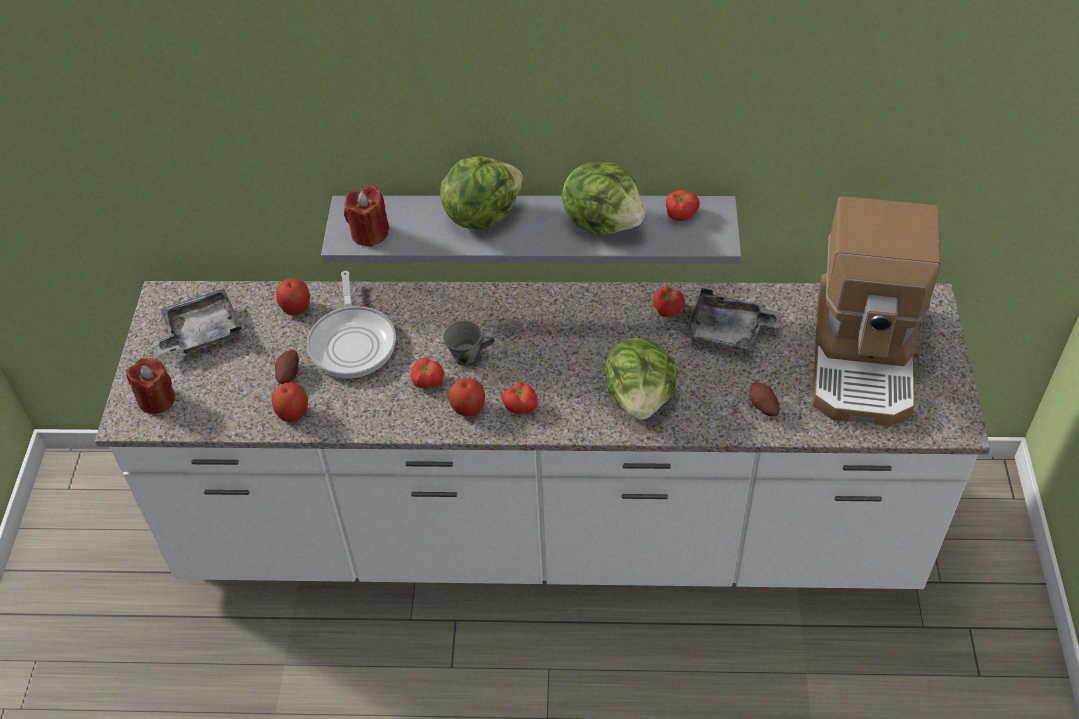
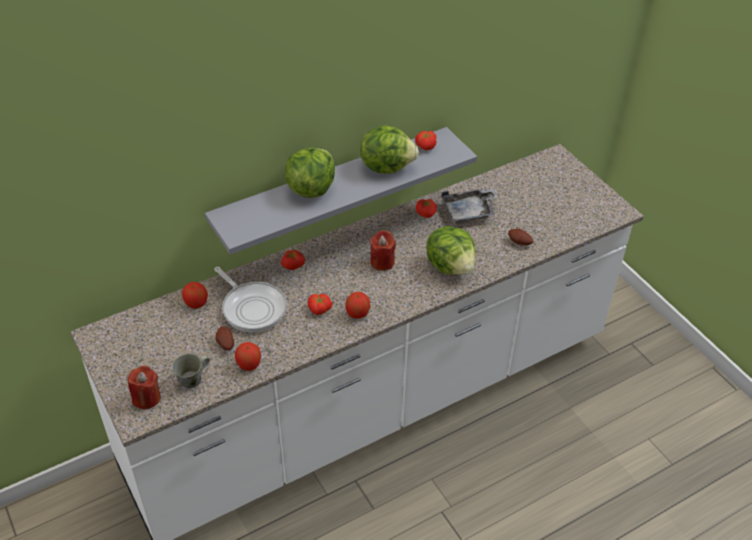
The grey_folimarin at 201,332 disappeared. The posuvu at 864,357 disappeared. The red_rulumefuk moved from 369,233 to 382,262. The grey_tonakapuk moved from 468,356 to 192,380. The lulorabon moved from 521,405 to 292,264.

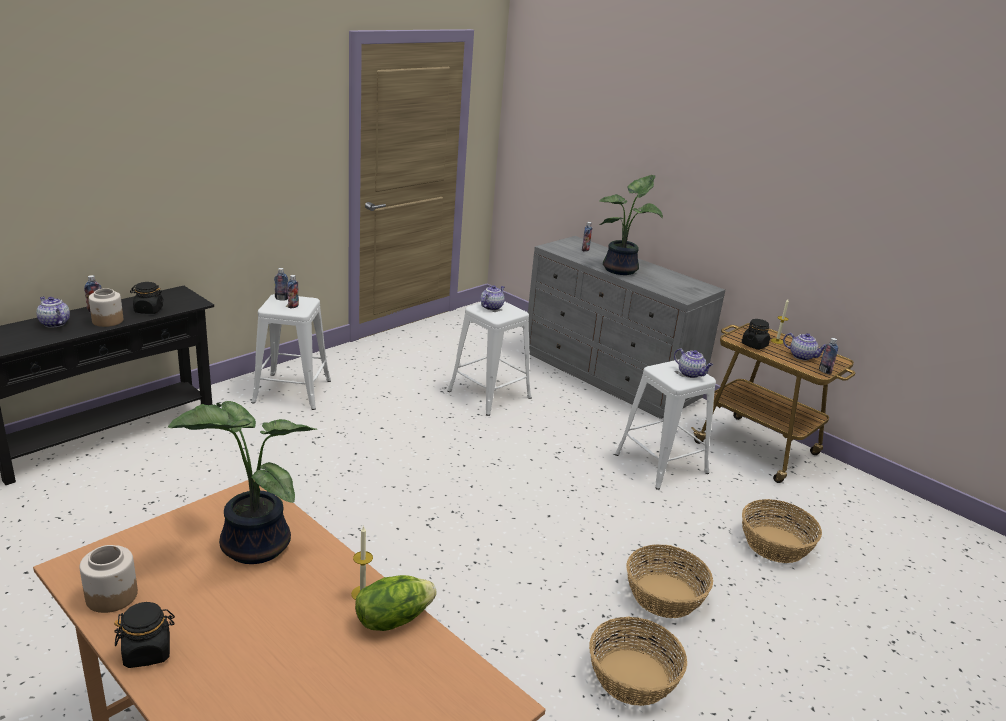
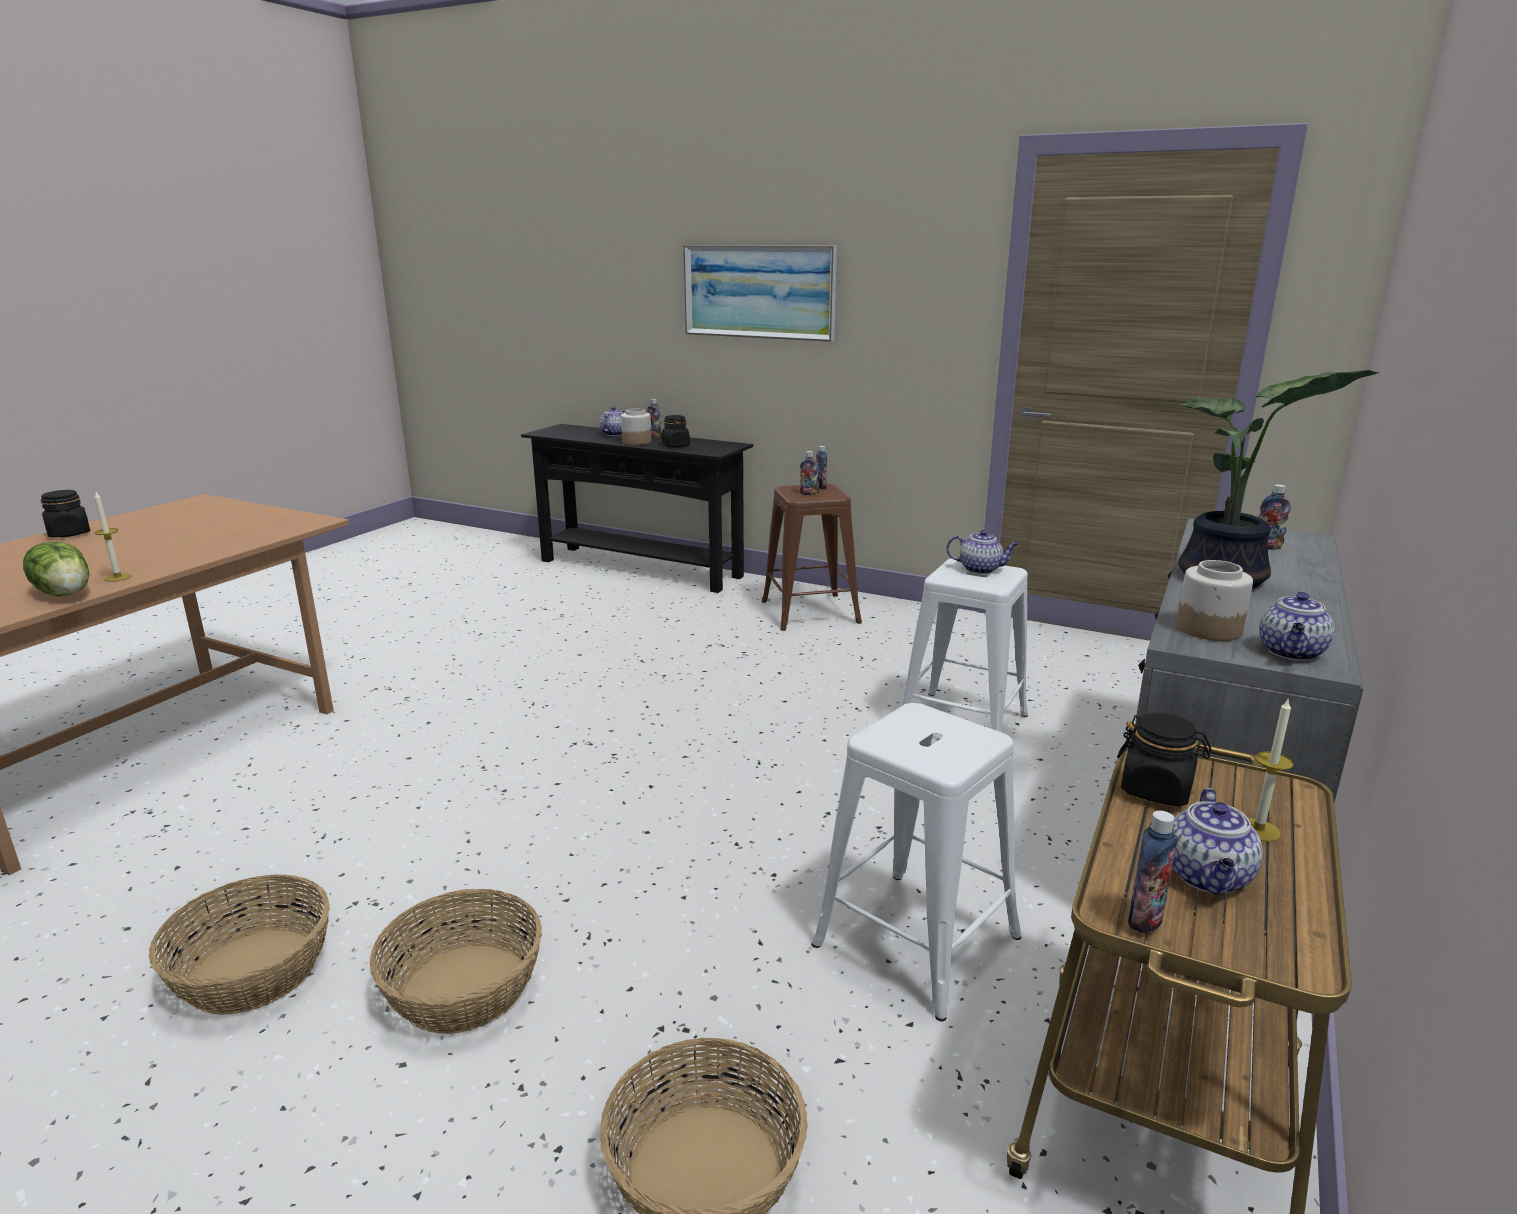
The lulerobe at 251,545 disappeared. The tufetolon at 759,291 appeared. The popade moved from 112,595 to 1209,629. The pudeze moved from 691,374 to 1291,653. The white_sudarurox at 292,391 became the brown_sudarurox at 809,611.

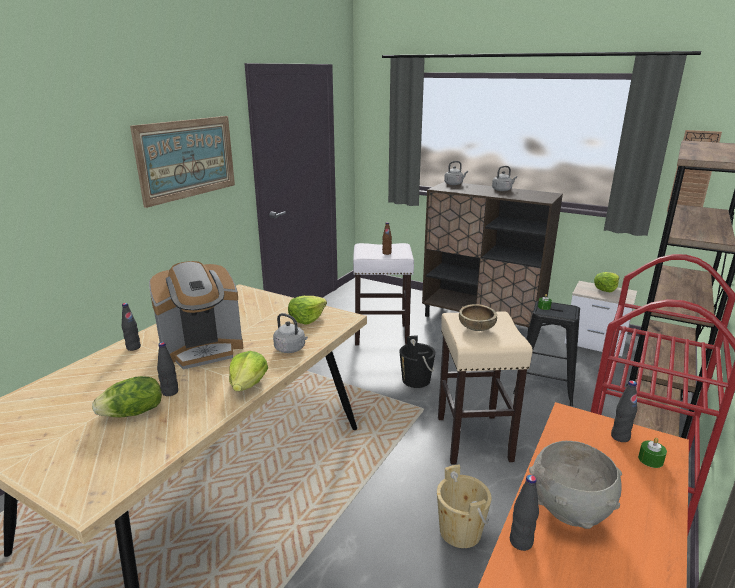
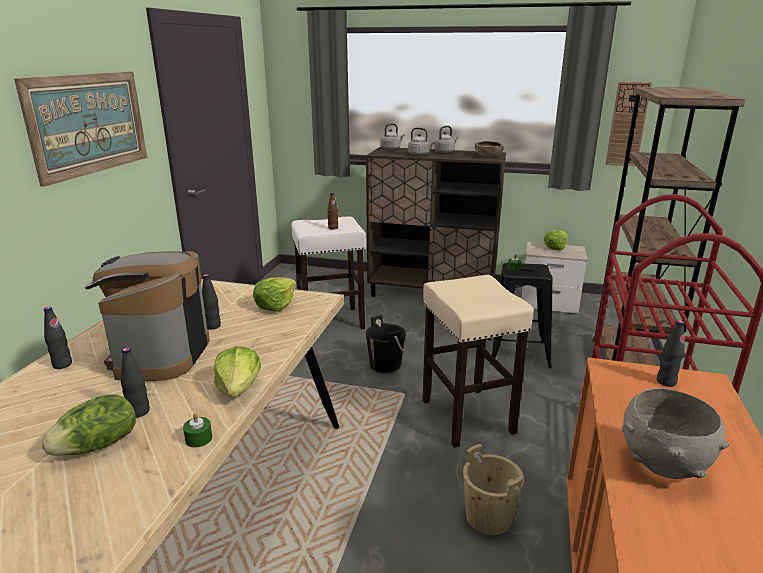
The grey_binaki moved from 291,349 to 420,155. The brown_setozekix moved from 476,327 to 488,156. The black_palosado moved from 521,542 to 212,326. The green_rulumefuk moved from 650,460 to 198,439. The posuvu at 202,349 turned 135 degrees clockwise.

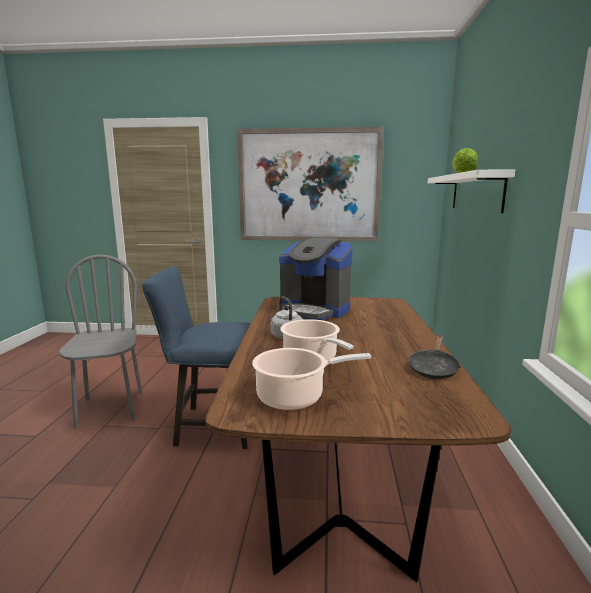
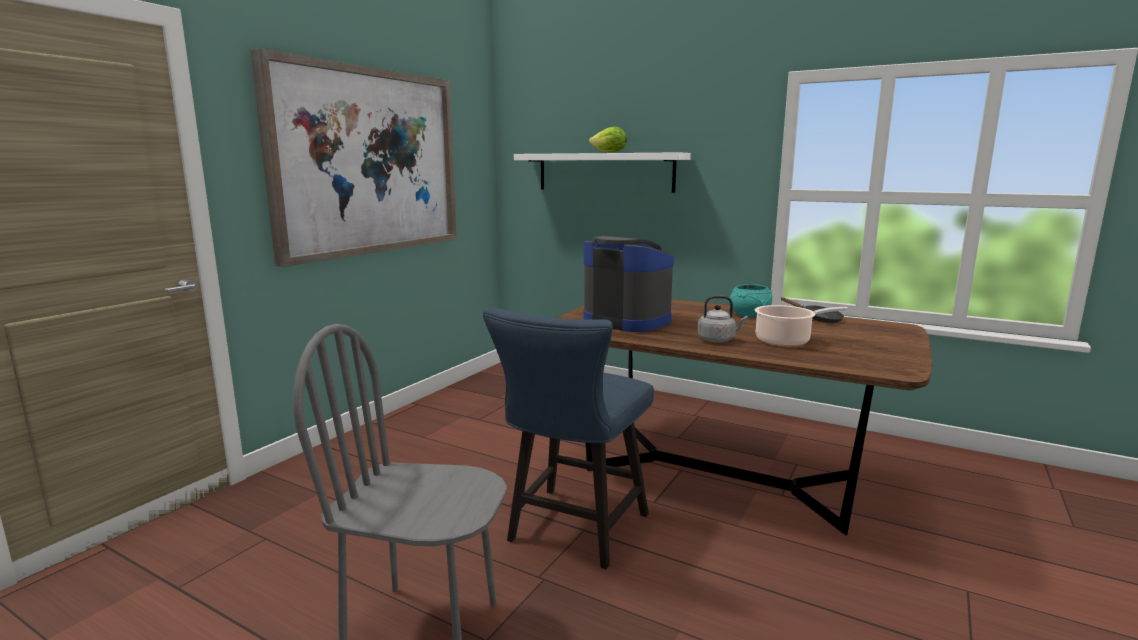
The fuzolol at 295,397 disappeared. The turquoise_setozekix at 750,315 appeared. The posuvu at 314,310 turned 105 degrees counterclockwise.

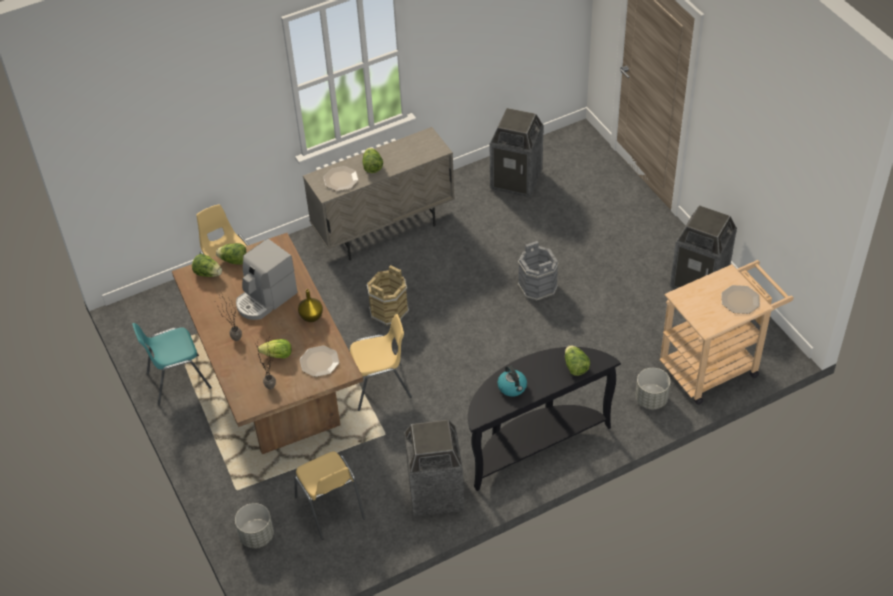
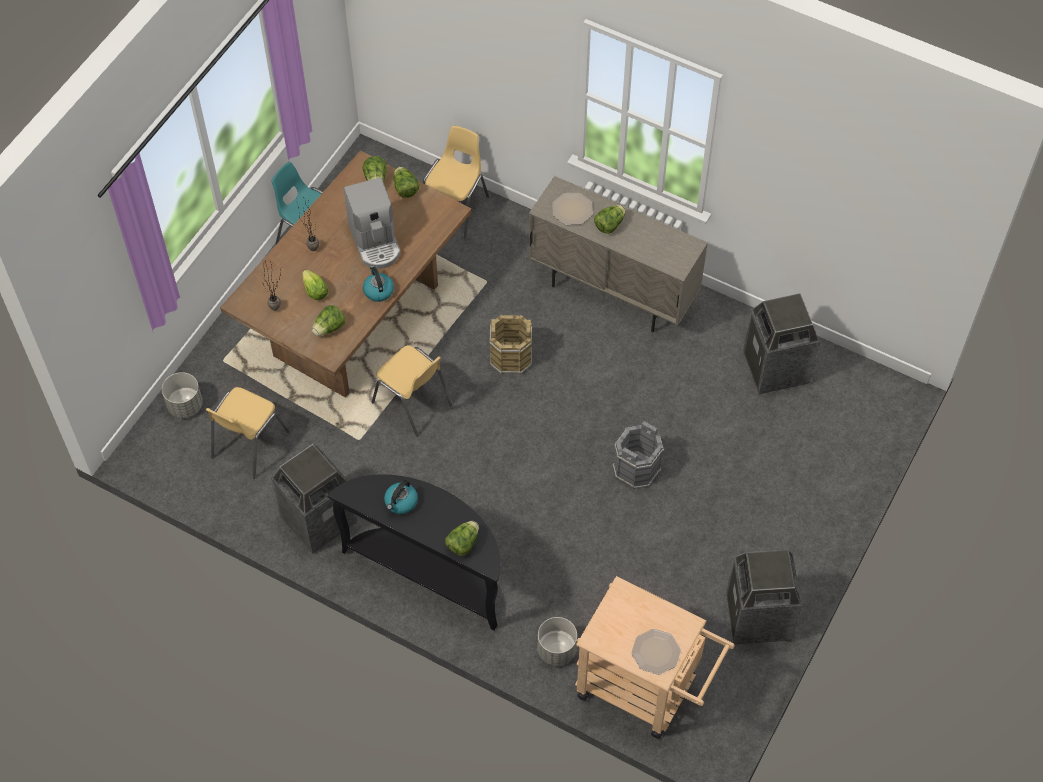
The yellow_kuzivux at 311,317 was replaced by the binaki at 378,290. The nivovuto at 319,361 was replaced by the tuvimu at 329,328. The posuvu at 265,299 turned 120 degrees counterclockwise.

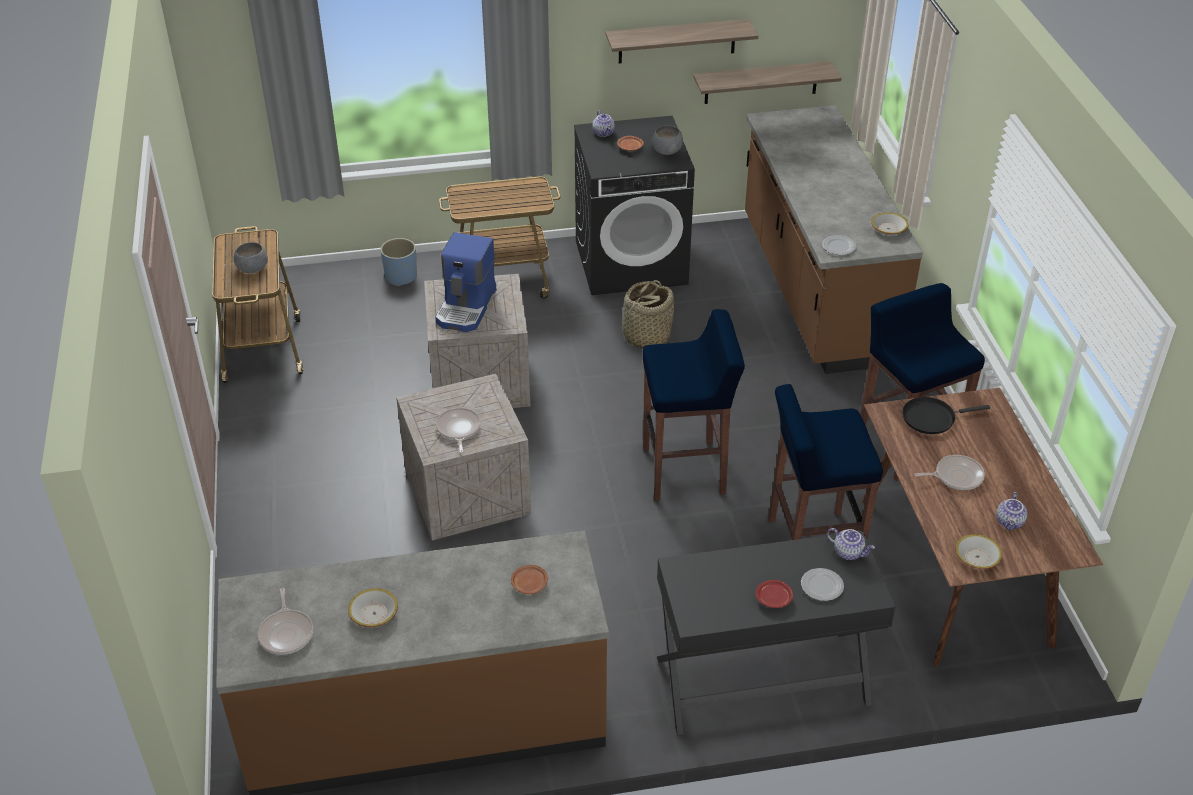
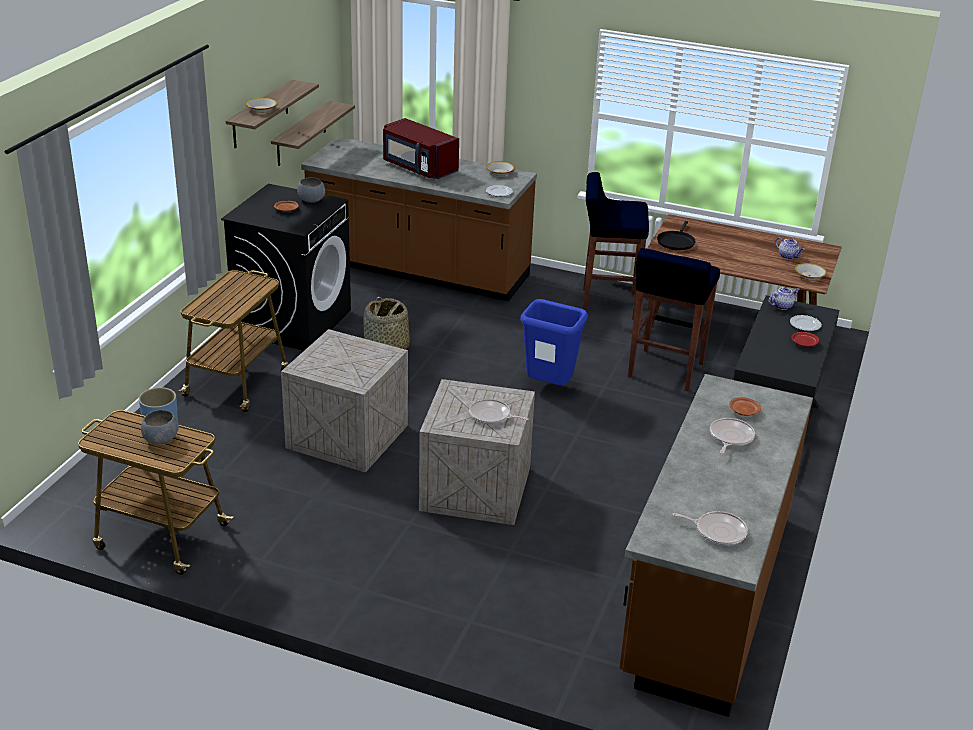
The posuvu at 467,307 disappeared. The pudeze at 604,133 disappeared. The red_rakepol at 418,168 appeared. The setozekix moved from 374,614 to 262,109. The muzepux moved from 956,476 to 730,437. The blue_sudarurox at 685,471 was replaced by the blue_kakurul at 549,388.

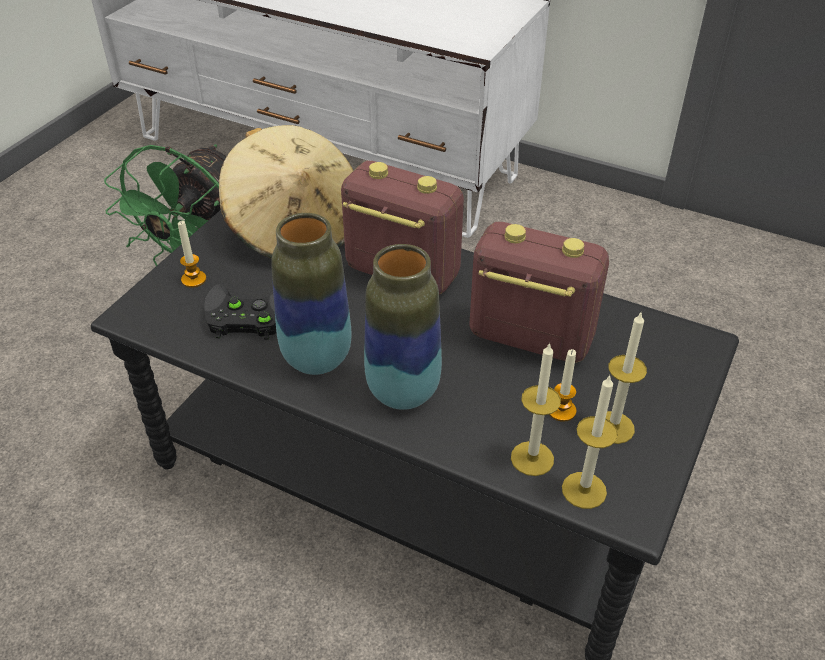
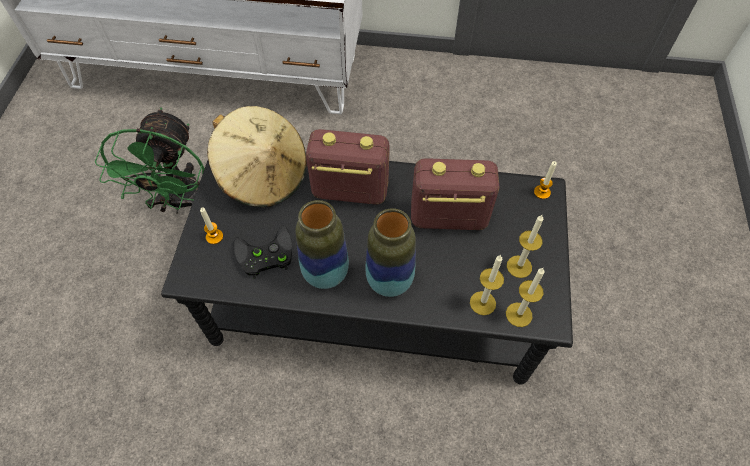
The rulumefuk moved from 561,410 to 542,192.

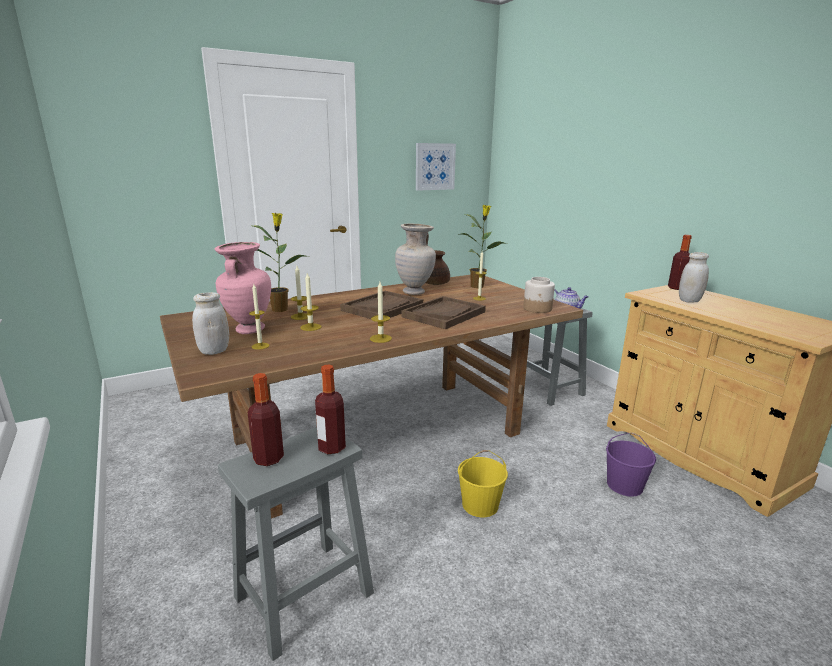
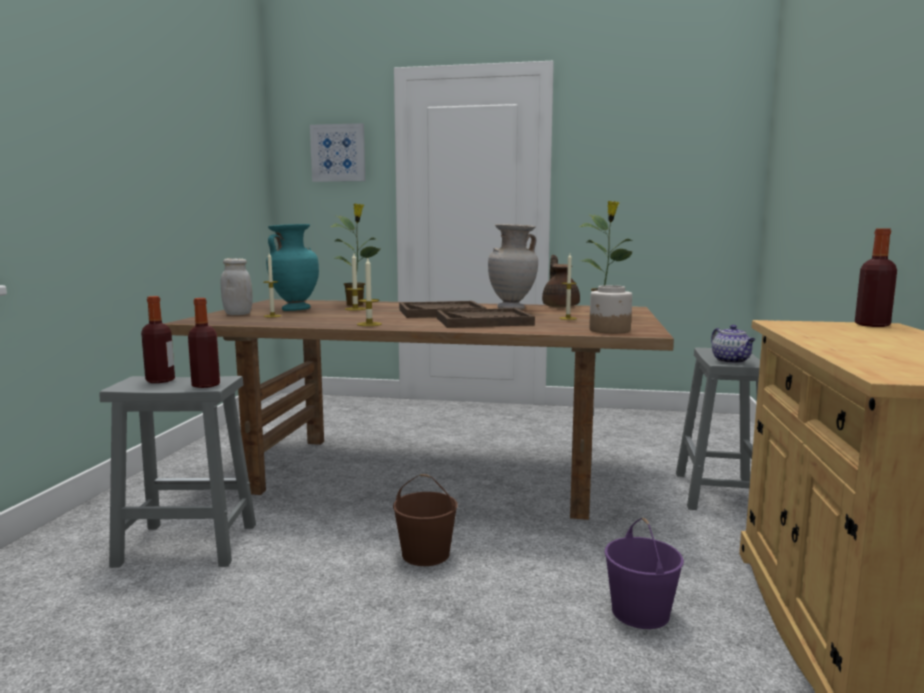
The rulumefuk at 310,327 disappeared. The white_popade at 689,300 disappeared. The tufetolon moved from 434,166 to 338,153. The pink_kuzivux at 249,330 became the turquoise_kuzivux at 295,309. The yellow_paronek at 480,504 became the brown_paronek at 426,554.

